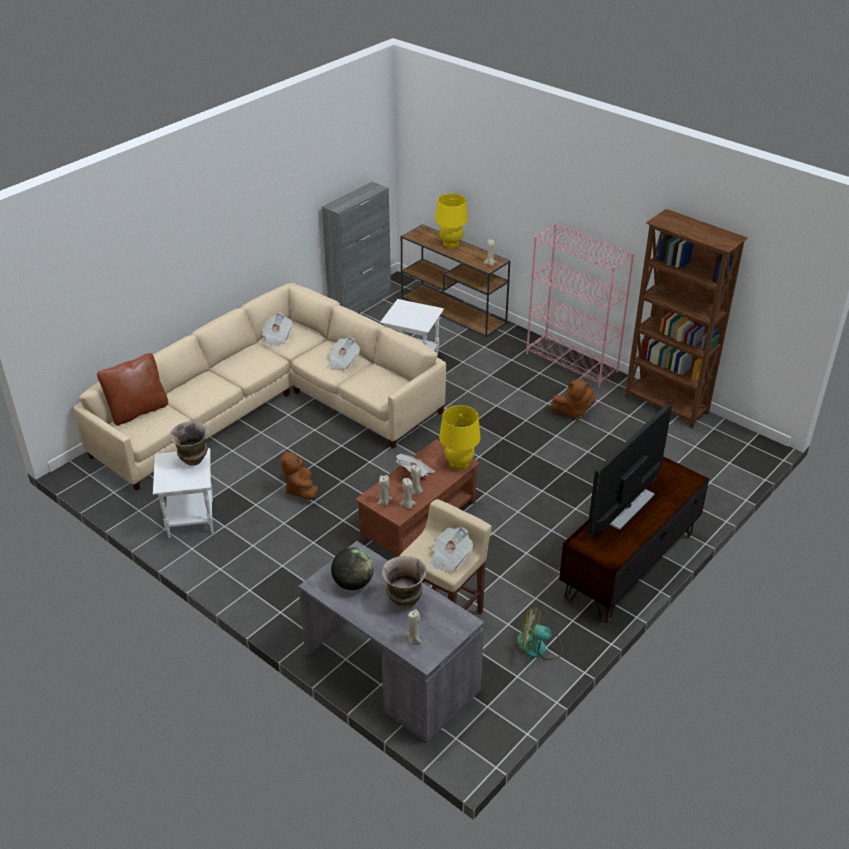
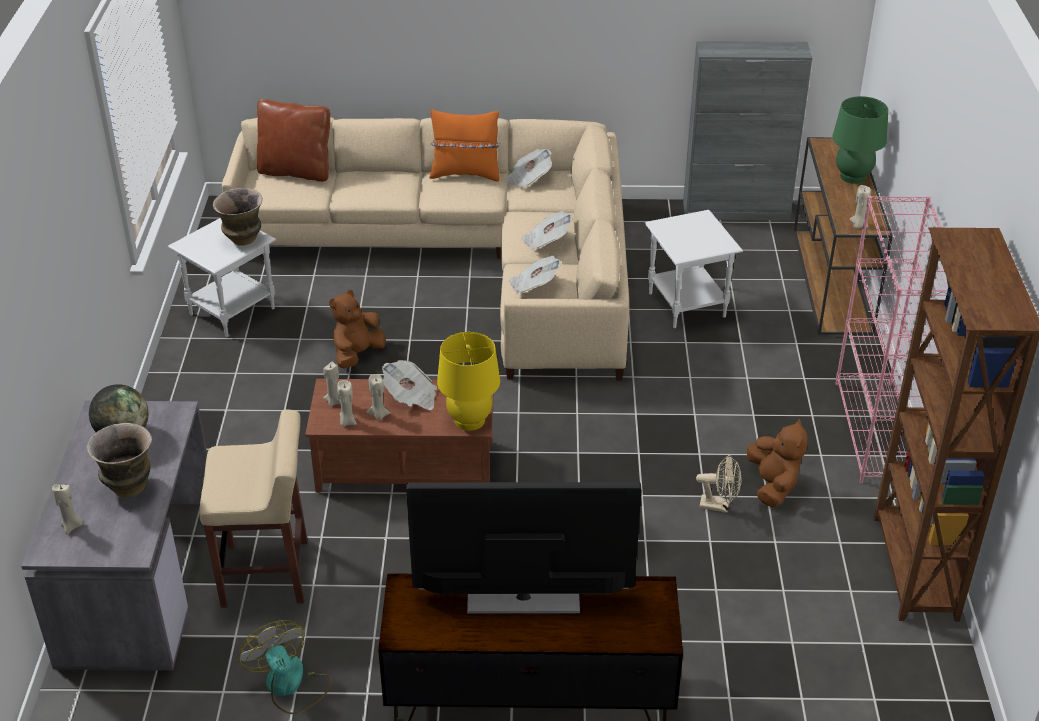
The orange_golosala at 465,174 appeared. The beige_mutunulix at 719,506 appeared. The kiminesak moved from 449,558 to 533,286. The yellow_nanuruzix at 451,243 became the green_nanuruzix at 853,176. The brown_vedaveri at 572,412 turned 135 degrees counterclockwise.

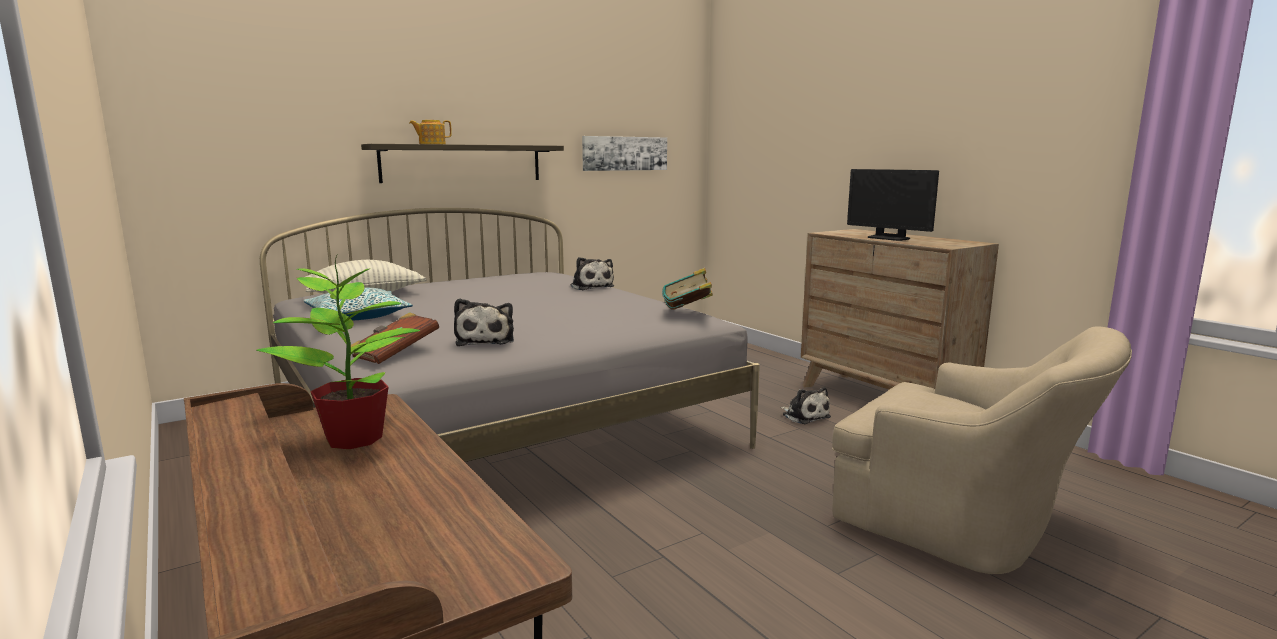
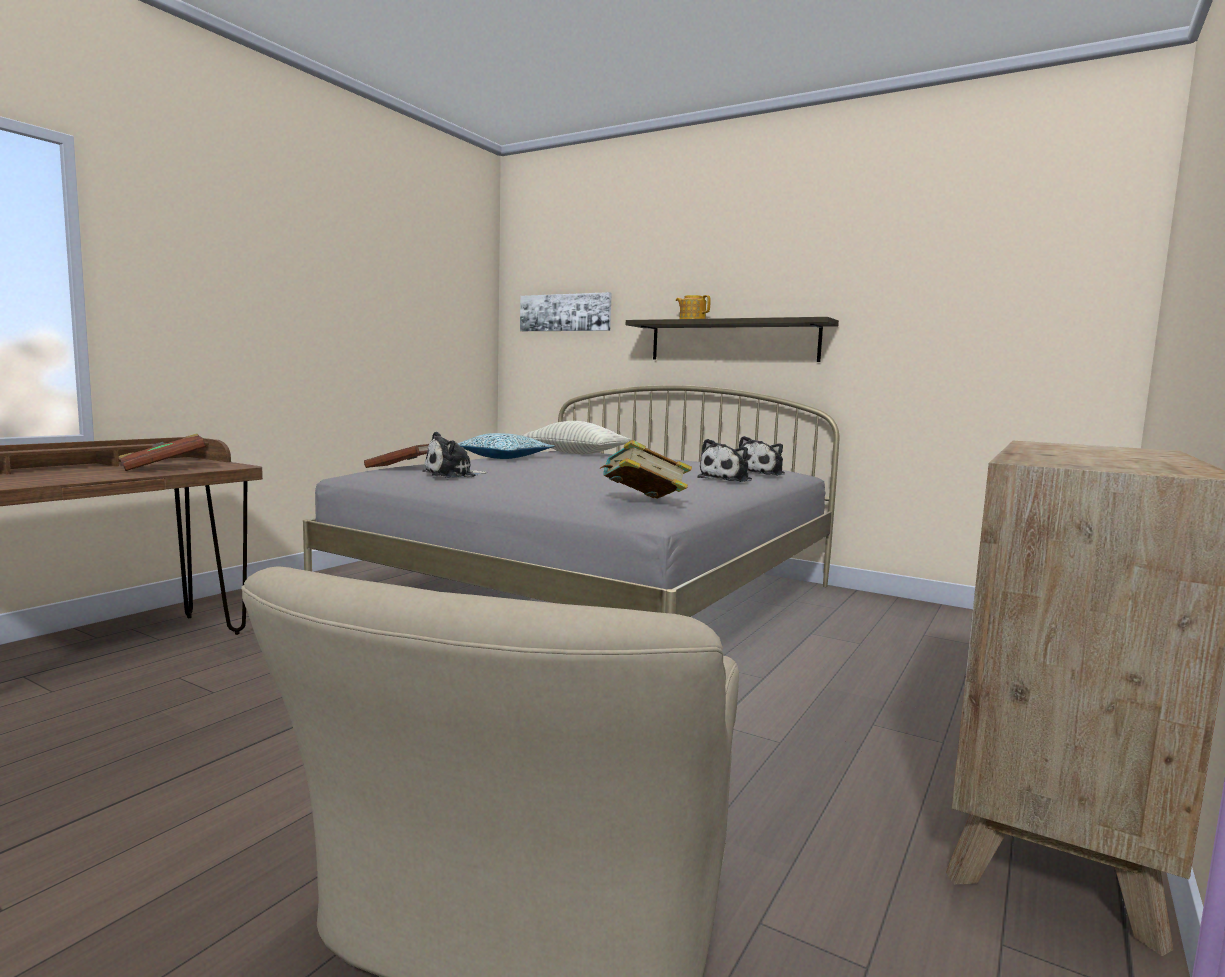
The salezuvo at 888,238 disappeared. The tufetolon moved from 625,153 to 565,312. The vedaveri moved from 804,416 to 762,473. The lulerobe at 356,438 was replaced by the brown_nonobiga at 163,468.

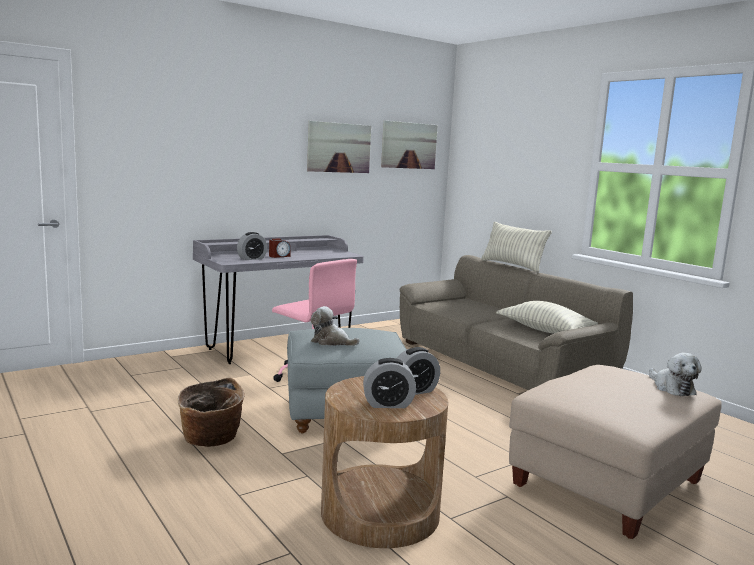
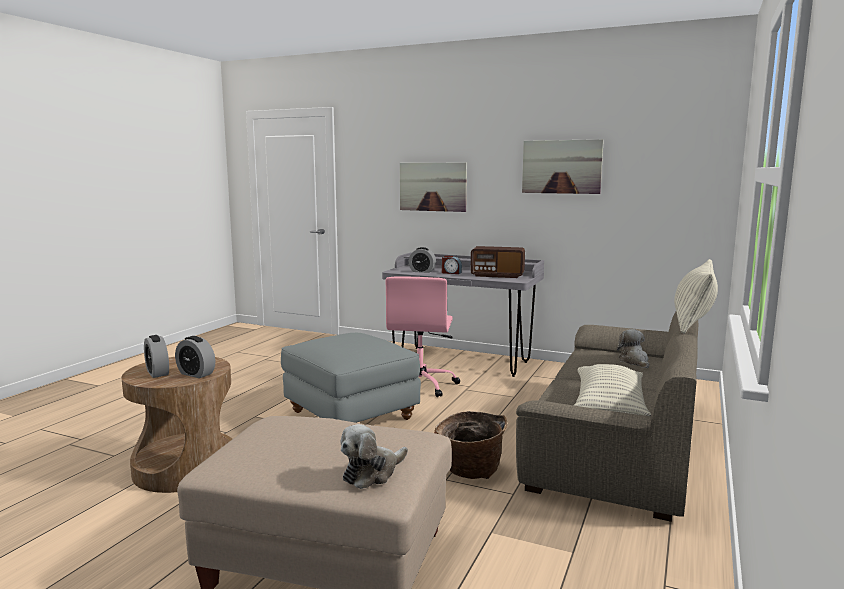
The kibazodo at 497,275 appeared. The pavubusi moved from 211,440 to 469,471. The vedaveri moved from 331,342 to 634,361. The tufetolon moved from 409,145 to 433,186.

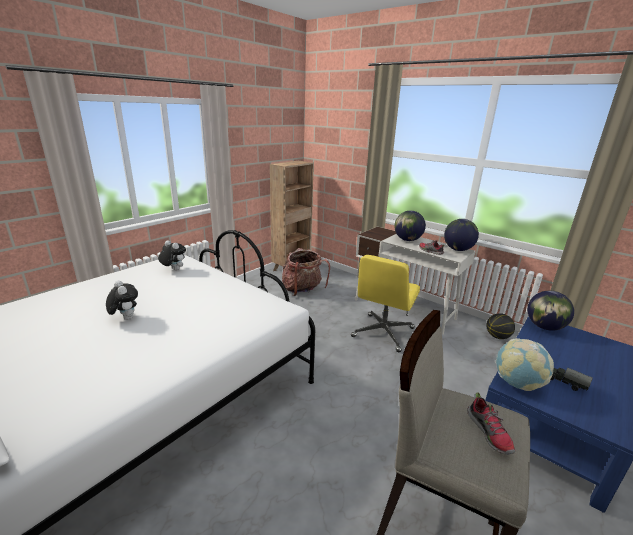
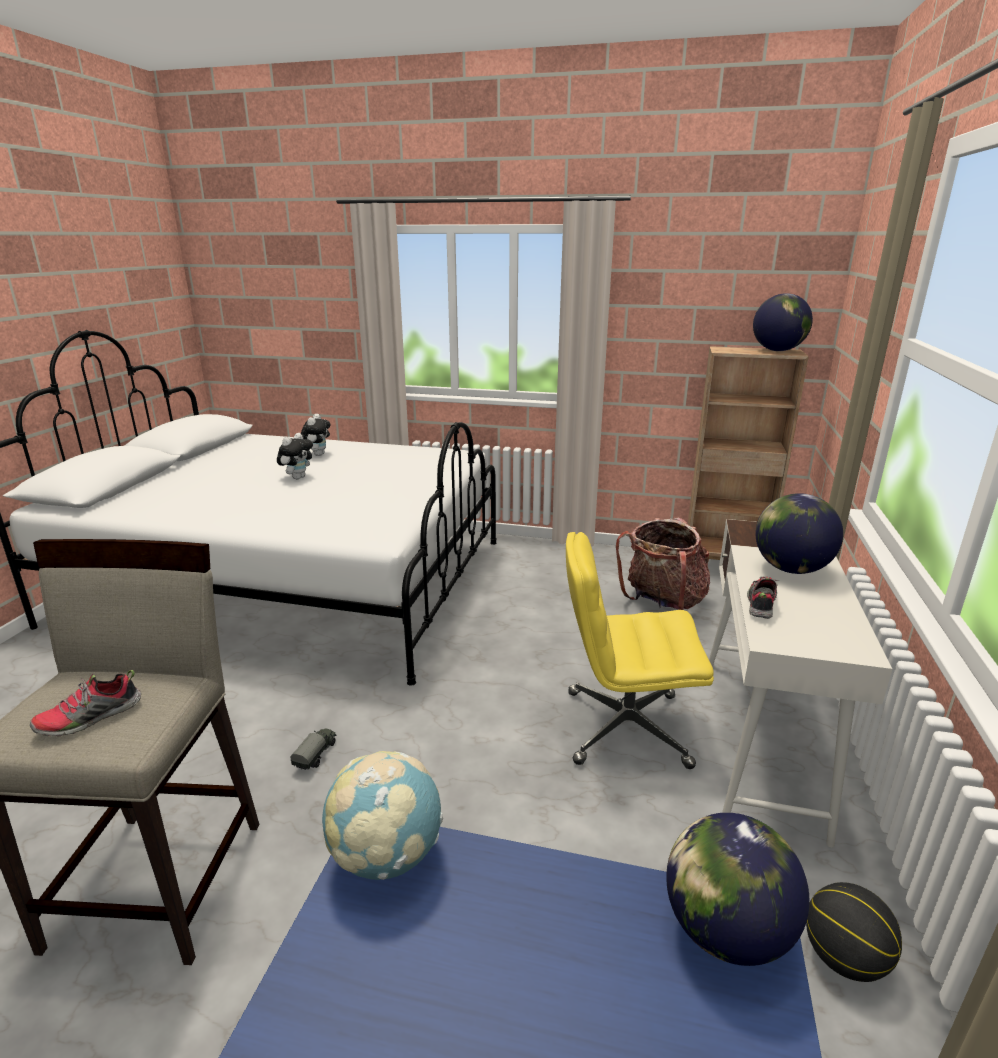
The vedaveri moved from 173,270 to 317,454. The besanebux moved from 458,250 to 777,351. The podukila moved from 565,383 to 316,755.

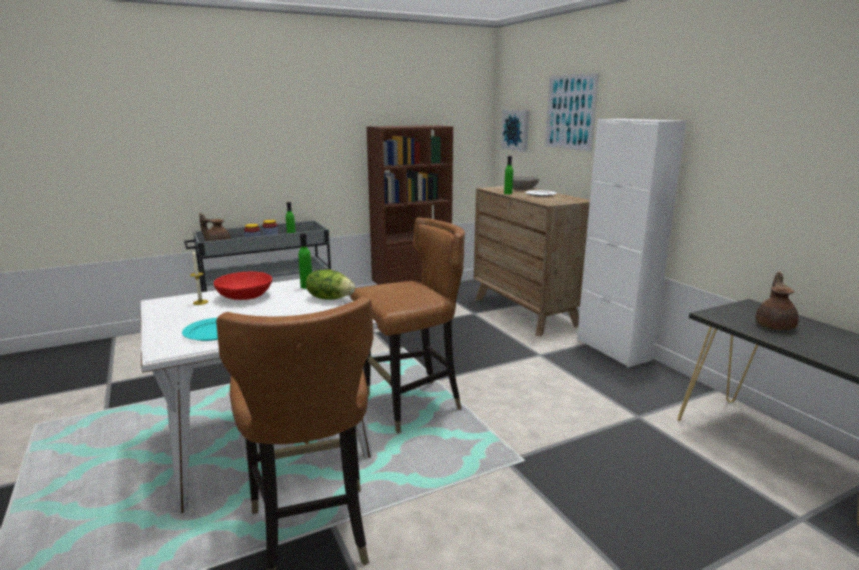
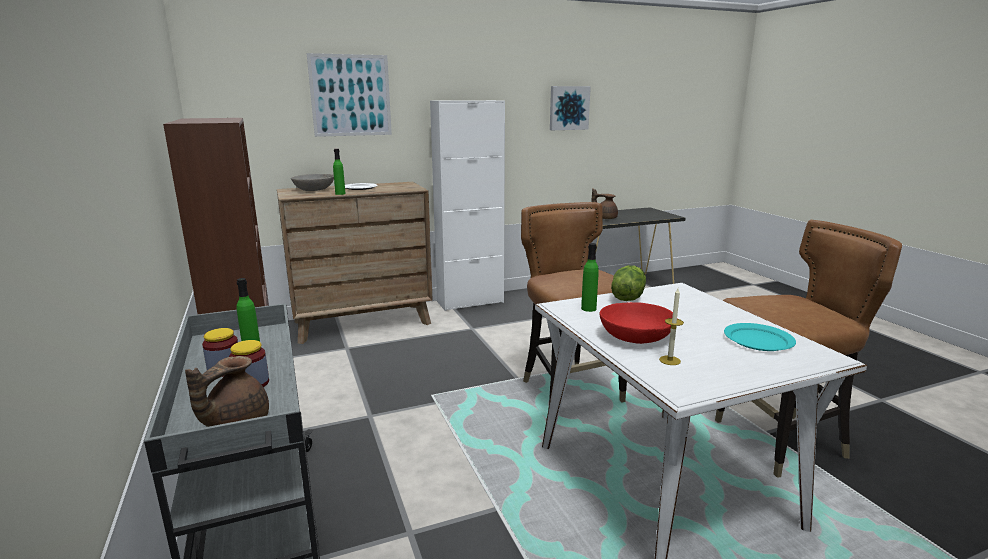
The tufetolon moved from 516,130 to 568,108.

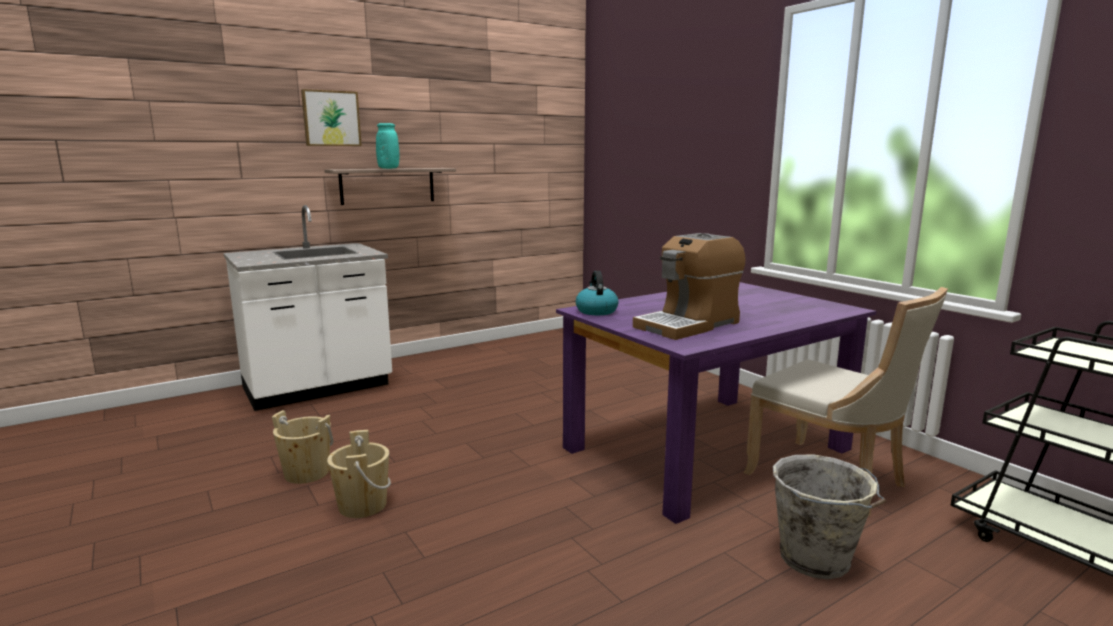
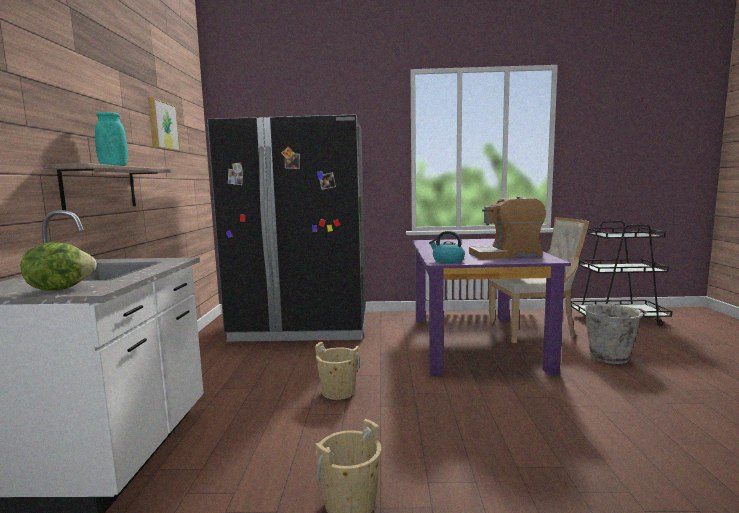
The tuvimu at 60,289 appeared. The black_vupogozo at 302,327 appeared. The tufetolon moved from 331,118 to 162,126. The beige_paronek moved from 362,505 to 338,392. The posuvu at 688,325 turned 90 degrees clockwise.

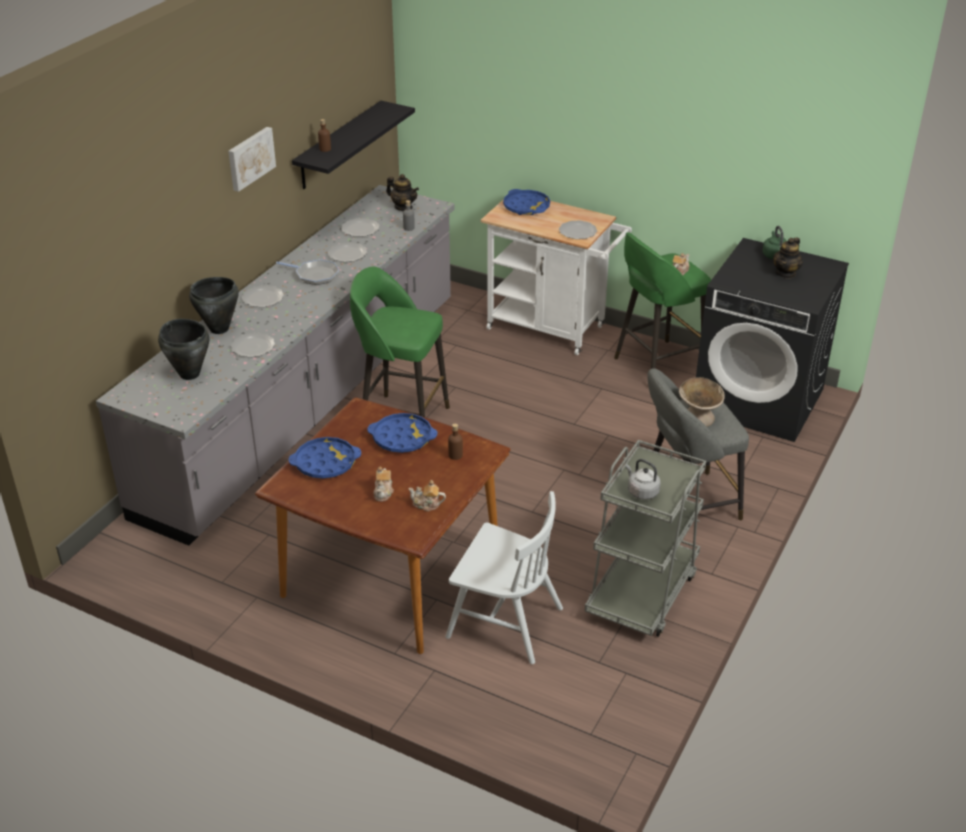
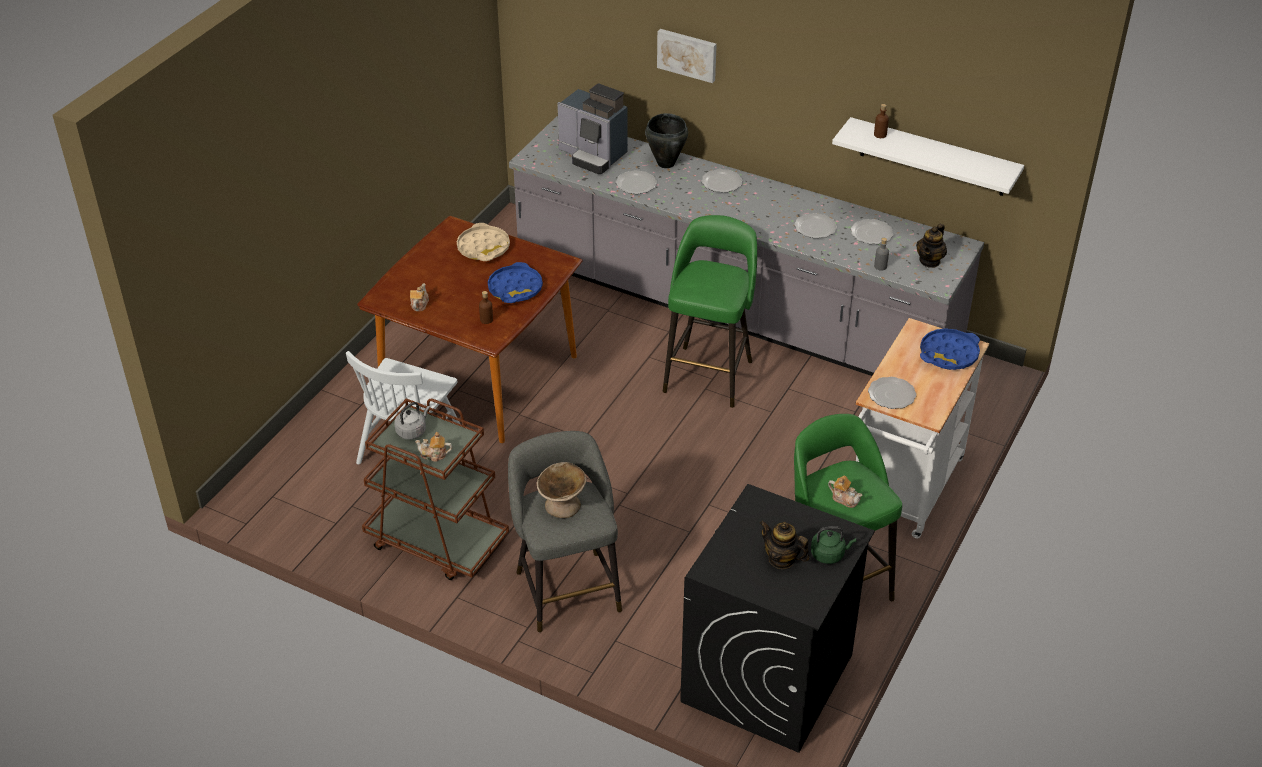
The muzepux at 315,275 disappeared. The tufetolon moved from 250,158 to 687,54. The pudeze moved from 383,492 to 434,455. The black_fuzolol at 189,374 was replaced by the posuvu at 593,155. The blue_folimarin at 325,463 became the beige_folimarin at 483,247. The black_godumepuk at 339,145 became the white_godumepuk at 933,157. The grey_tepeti at 642,592 became the brown_tepeti at 436,541.

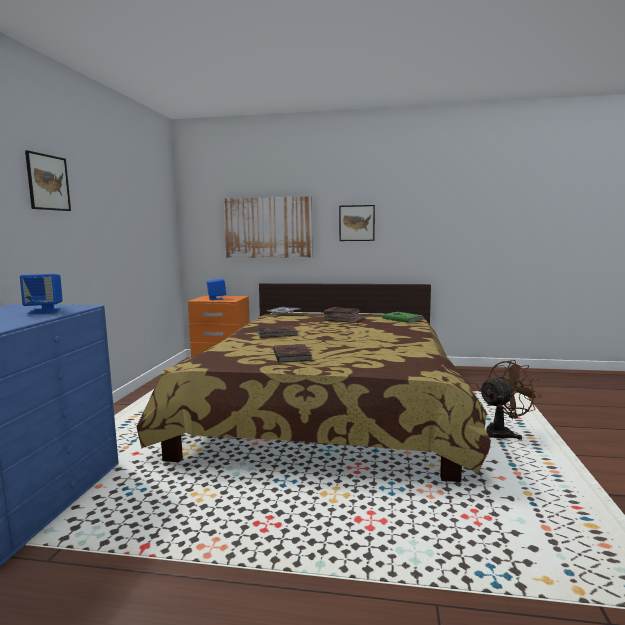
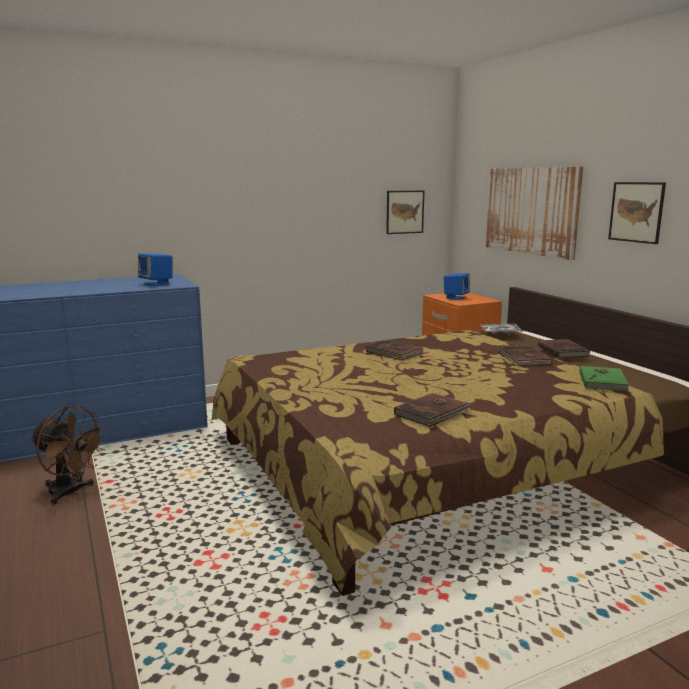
The tufetolon moved from 48,182 to 404,212. The brown_nonobiga moved from 292,355 to 432,413. The brown_mutunulix moved from 503,433 to 70,493.

